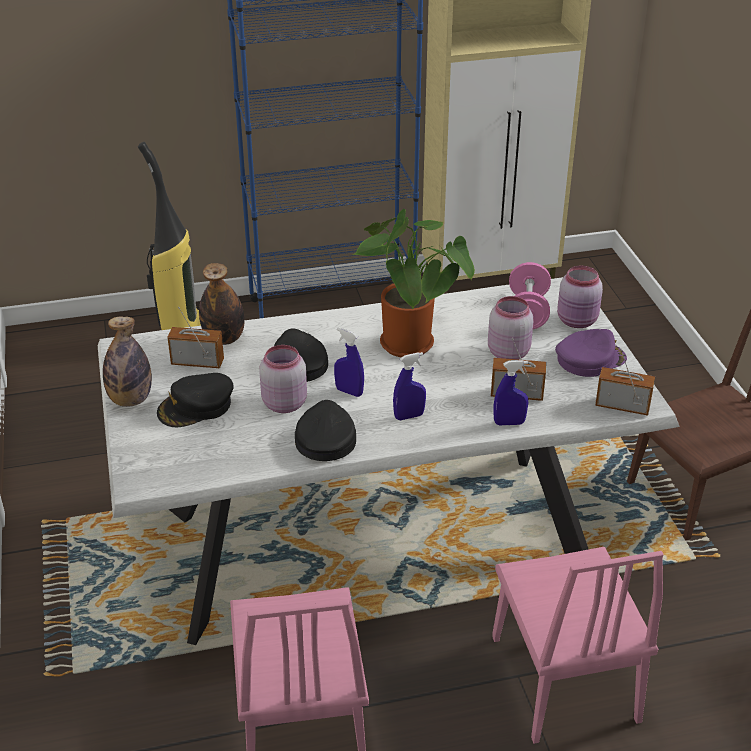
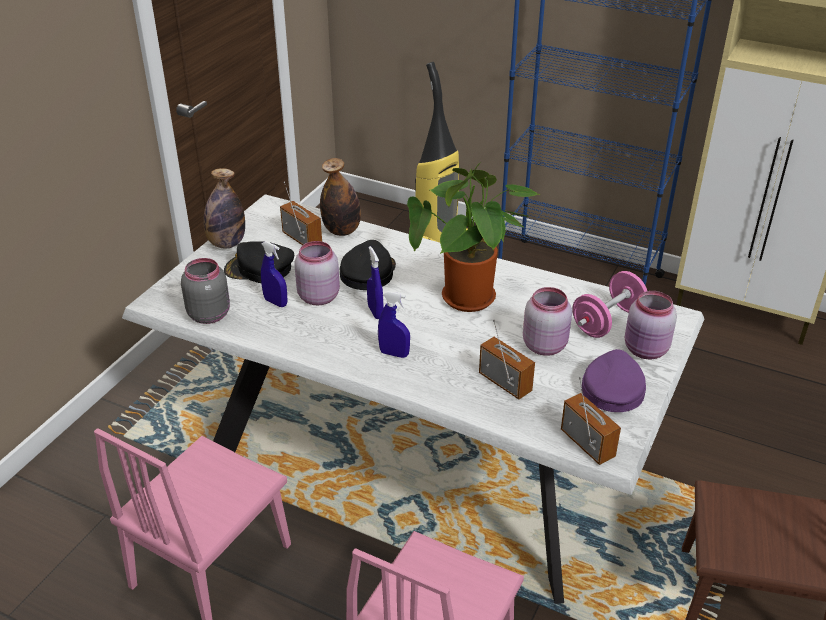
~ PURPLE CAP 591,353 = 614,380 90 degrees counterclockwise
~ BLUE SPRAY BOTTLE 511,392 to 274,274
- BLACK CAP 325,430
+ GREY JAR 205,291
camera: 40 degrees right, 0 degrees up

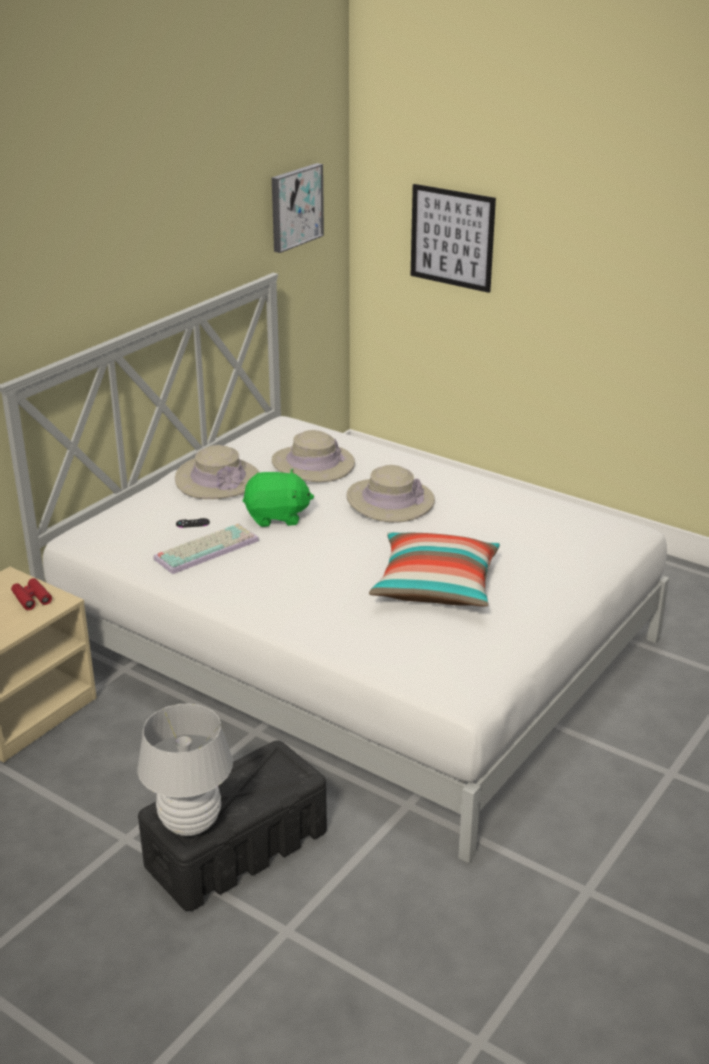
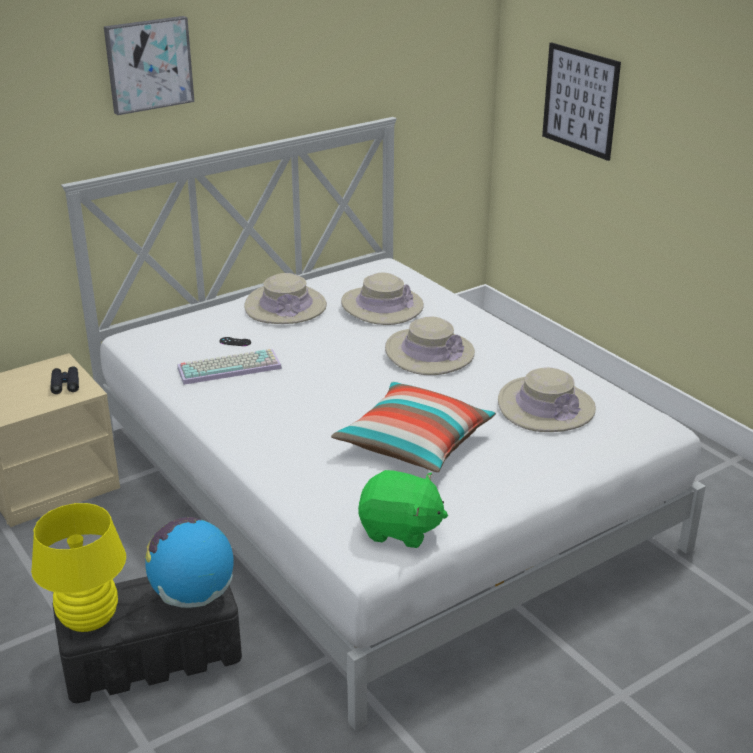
~ PICTURE 298,208 to 149,65
~ GREEN PLUSH TOY 278,498 to 403,509
~ RED BINOCULARS 31,594 to BLACK BINOCULARS 64,380
~ WHITE TABLE LAMP 185,770 to YELLOW TABLE LAMP 78,567
+ BEIGE HAT 547,399
+ GLOBE 189,562
camera: 20 degrees right, 0 degrees up

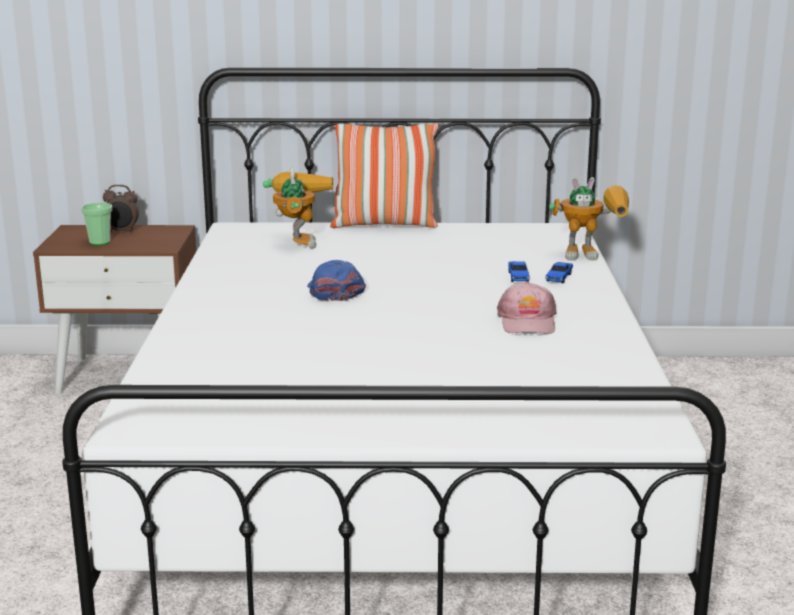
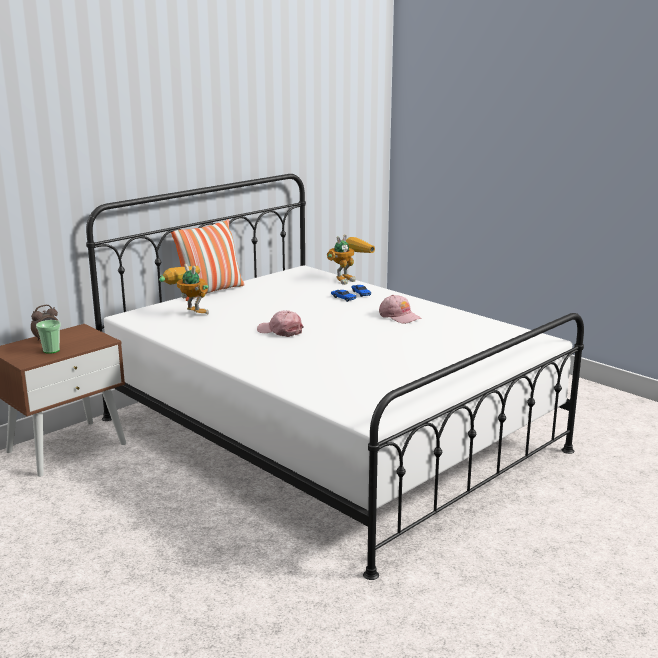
~ BLUE CAP 336,280 to PINK CAP 280,323
camera: 45 degrees left, 0 degrees up

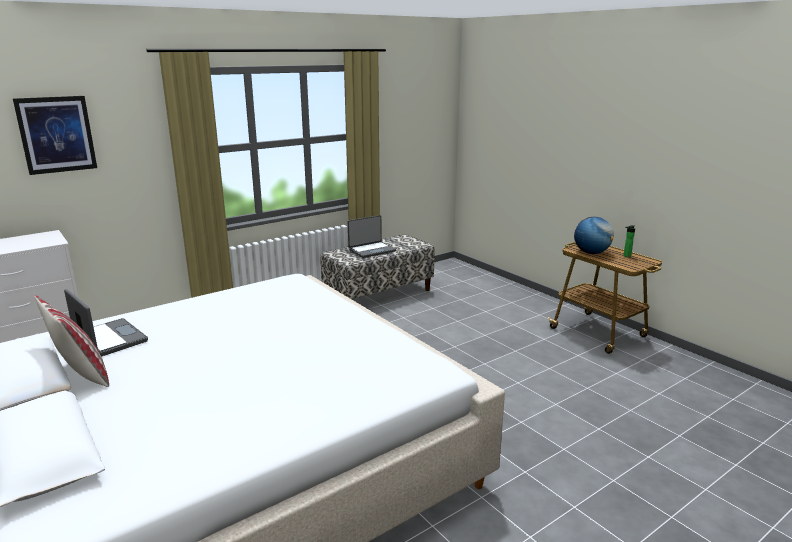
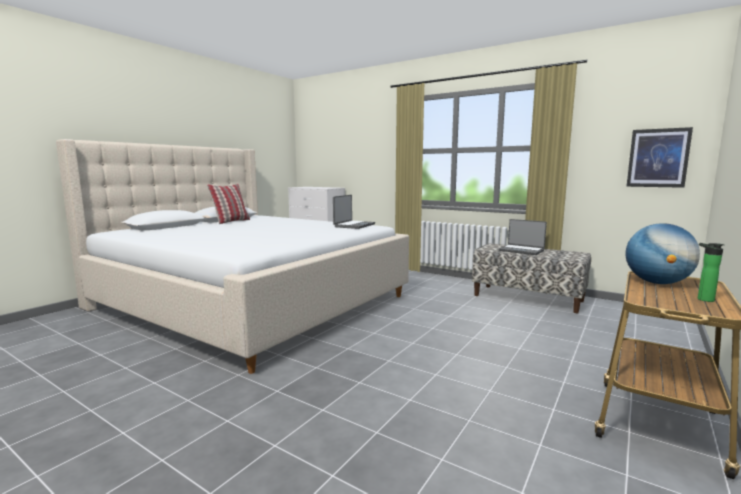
~ PICTURE 55,135 to 659,157
~ LAPTOP 106,323 to 354,212
camera: 70 degrees right, 10 degrees down

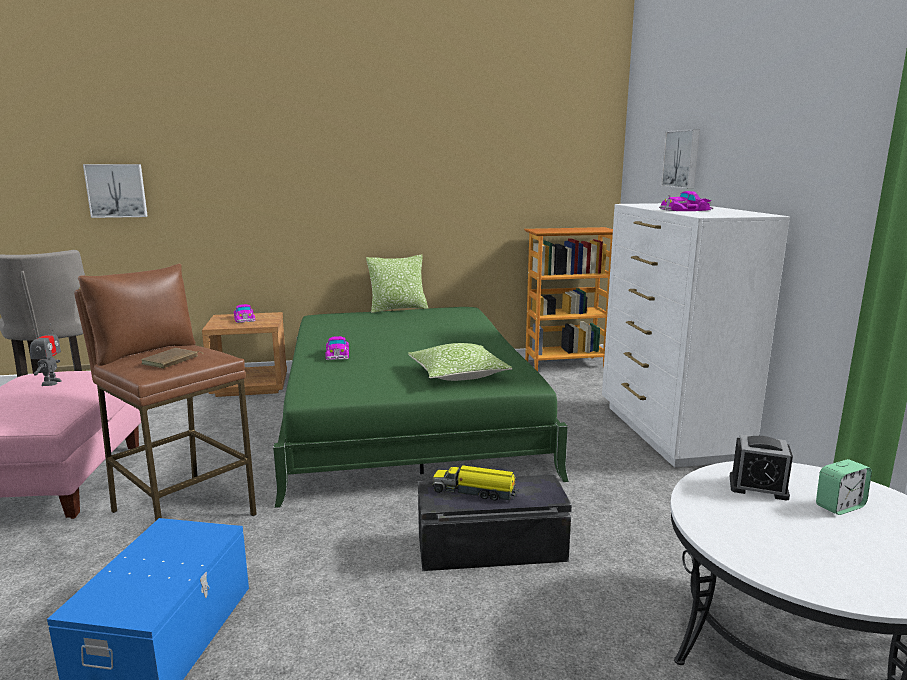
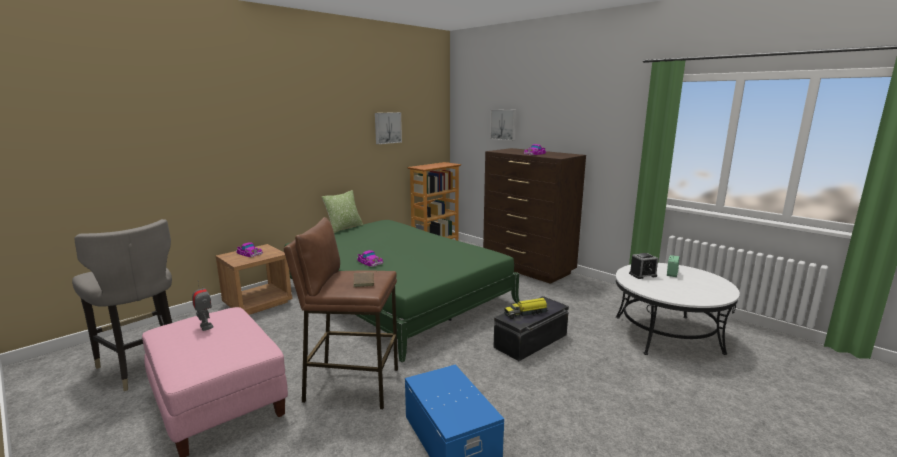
~ PICTURE 115,191 to 388,128
~ WHITE DRESSER 696,335 to BROWN DRESSER 534,216
- PILLOW 460,362
camera: 35 degrees left, 0 degrees up

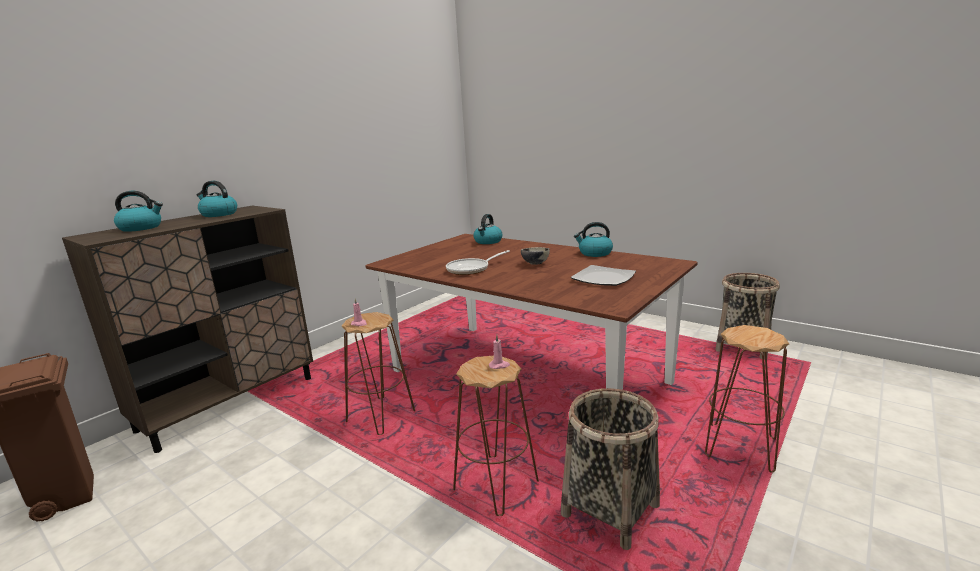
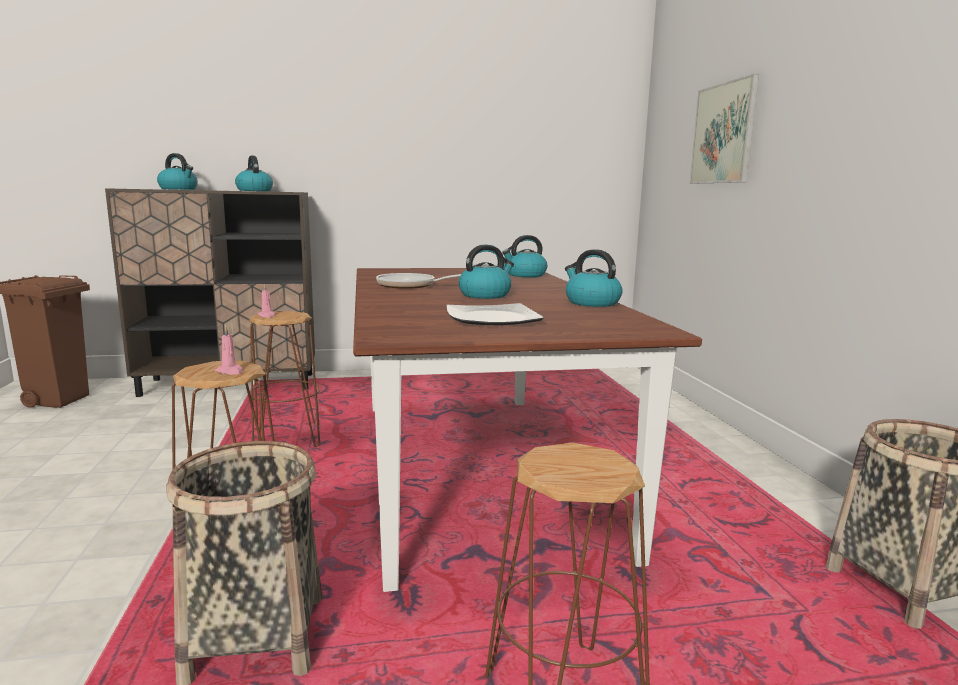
~ BOWL 535,256 to KETTLE 486,271
+ PICTURE 724,129
camera: 40 degrees right, 5 degrees down

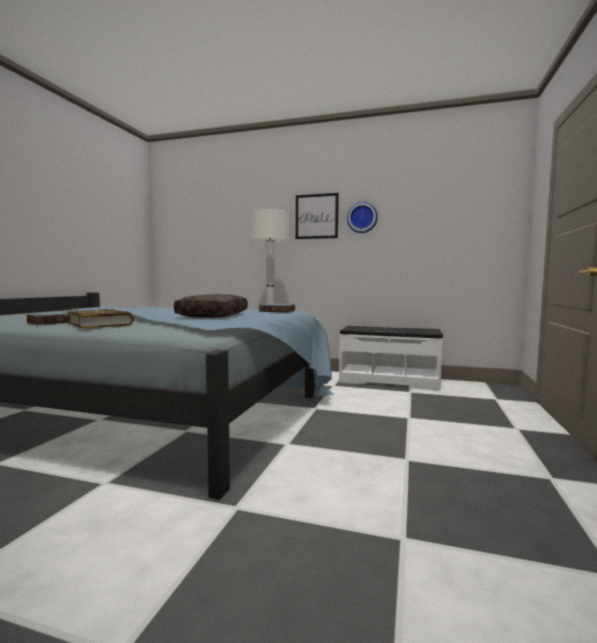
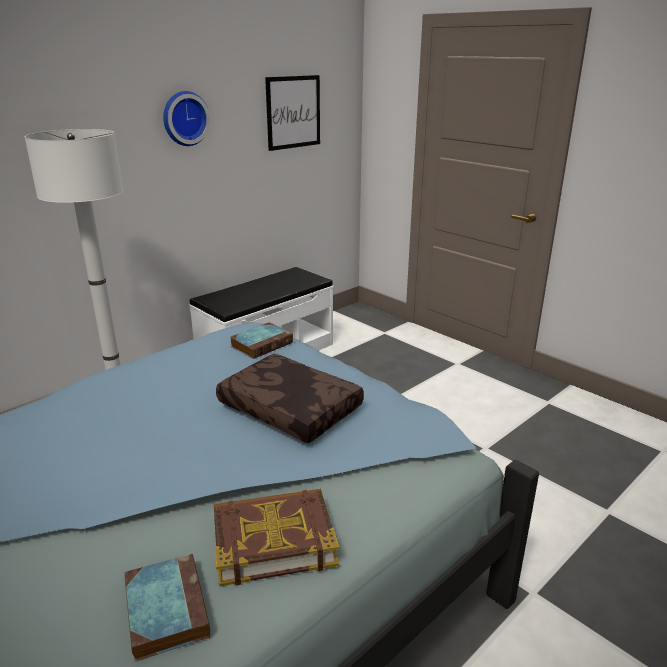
~ PICTURE 317,216 to 292,113
camera: 60 degrees left, 20 degrees up

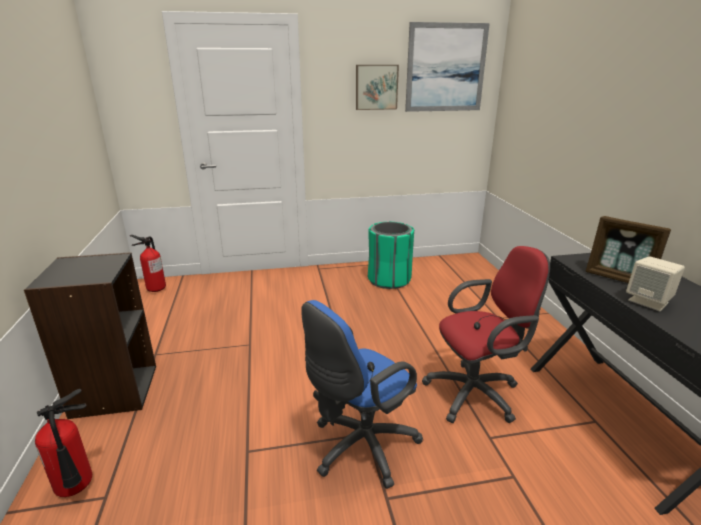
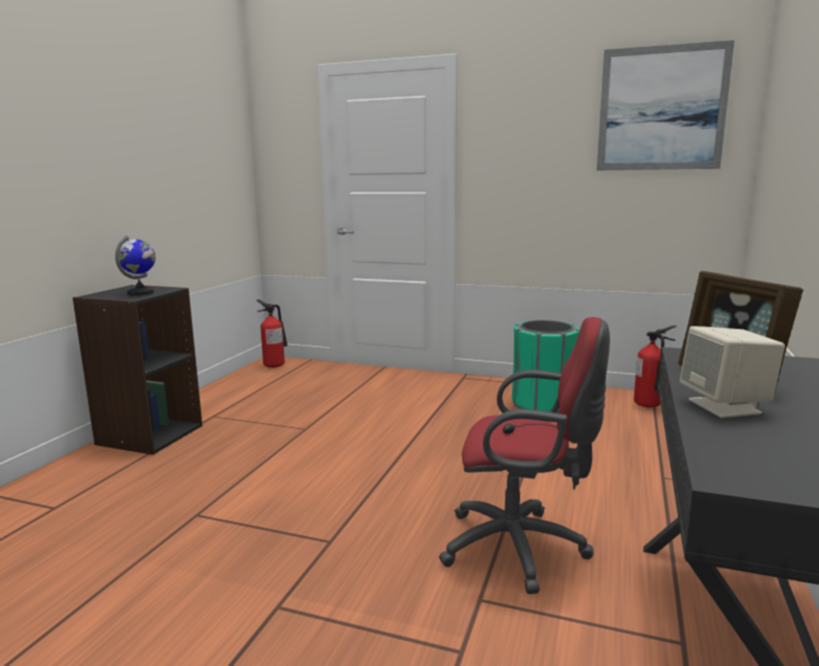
- PICTURE 377,87
- BLUE OFFICE CHAIR 362,394
~ FIRE EXTINGUISHER 63,443 to 655,366
+ GLOBE 135,265
camera: 30 degrees right, 10 degrees down

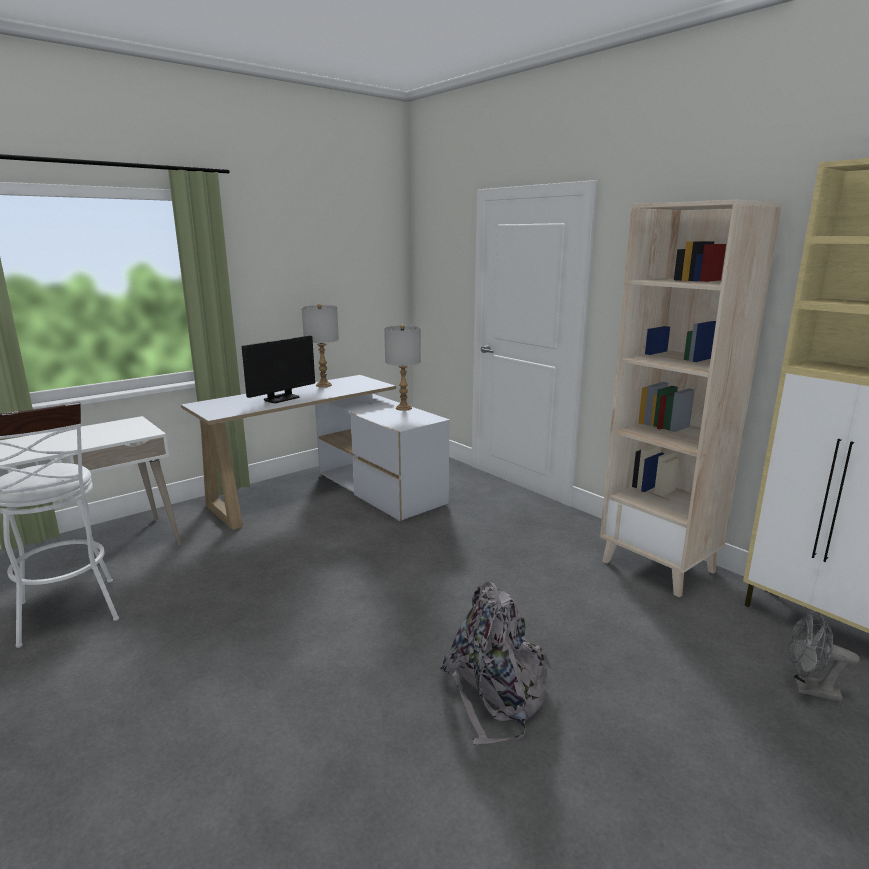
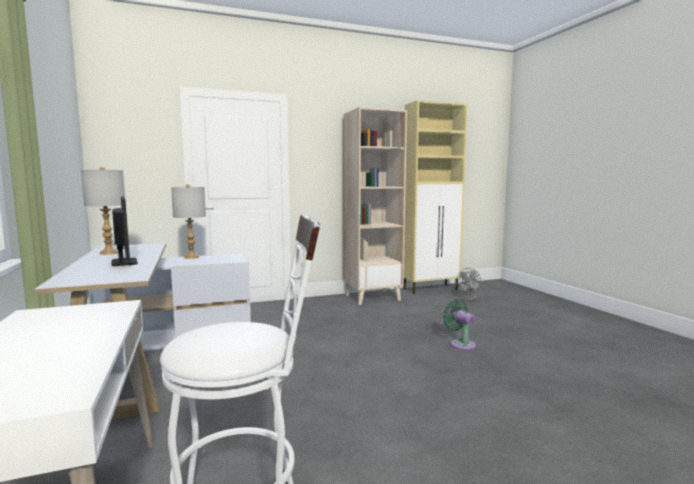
~ GREY BACKPACK 496,663 to GREEN FAN 459,324
camera: 70 degrees left, 10 degrees down

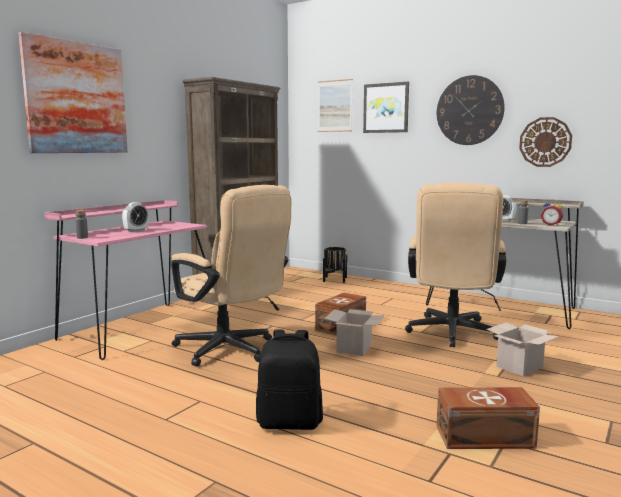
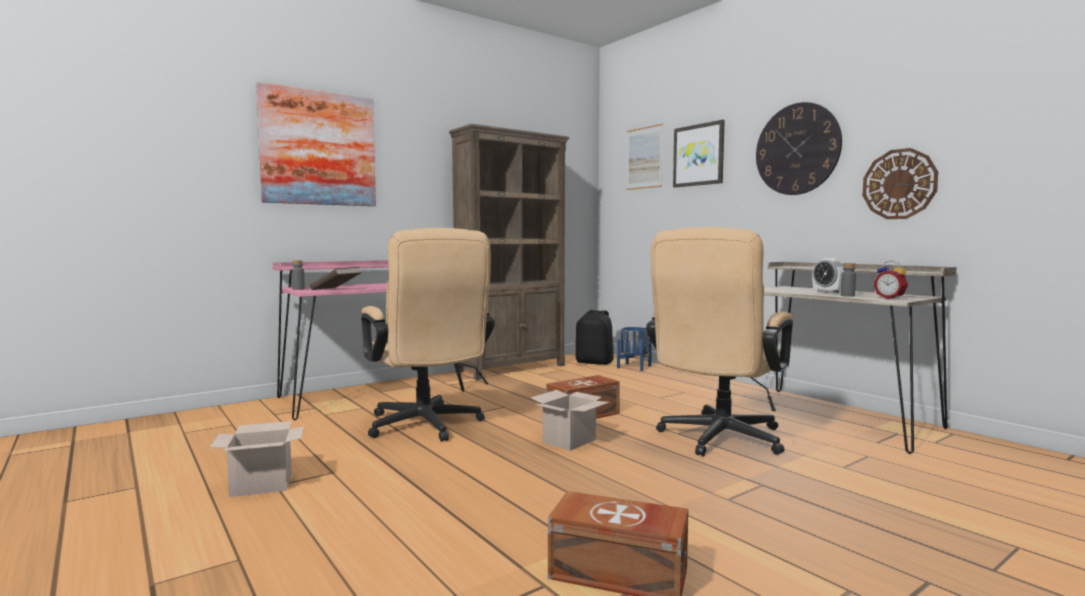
- ALARM CLOCK 135,217
~ BLACK PLANTER 335,265 to BLUE PLANTER 634,349
~ CARDBOARD BOX 523,349 to 257,459
~ BLACK BACKPACK 289,380 to 594,337
+ BROWN BOOK 336,278
camera: 20 degrees right, 5 degrees down

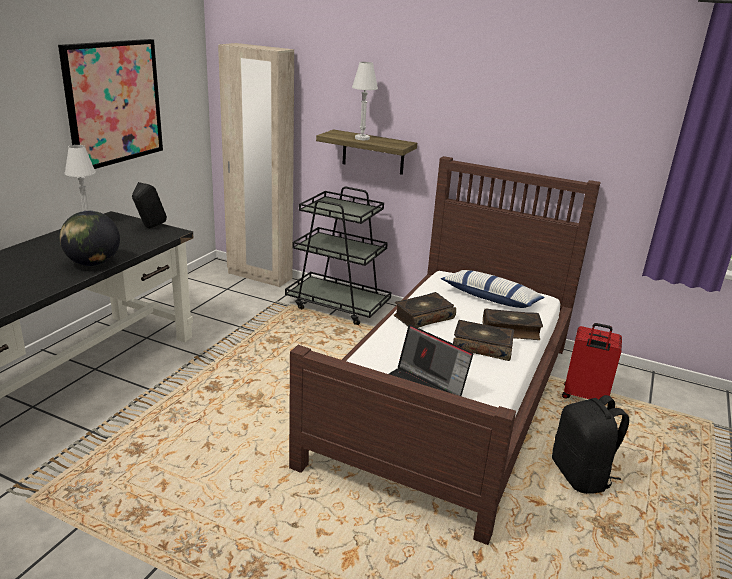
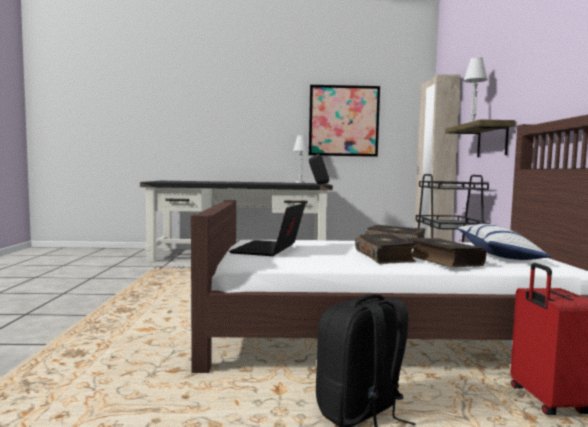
- GLOBE 90,238
camera: 65 degrees right, 20 degrees down

